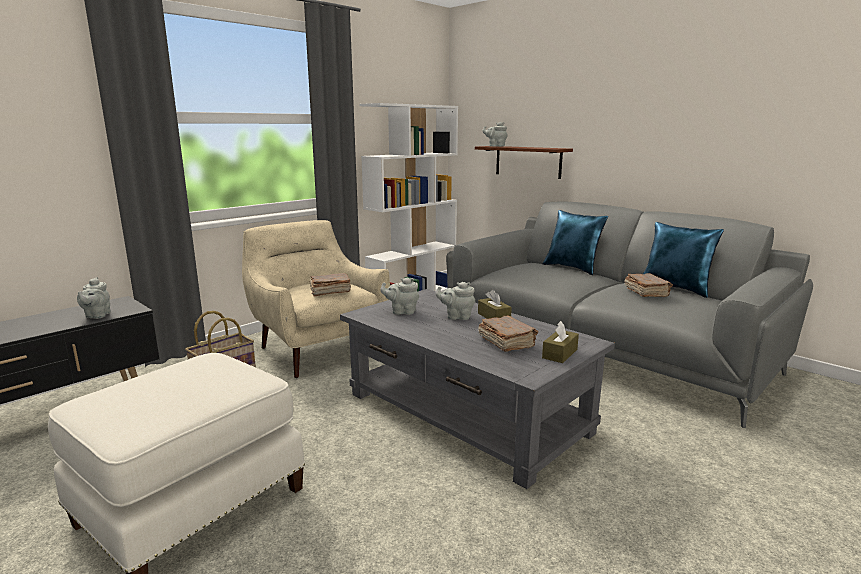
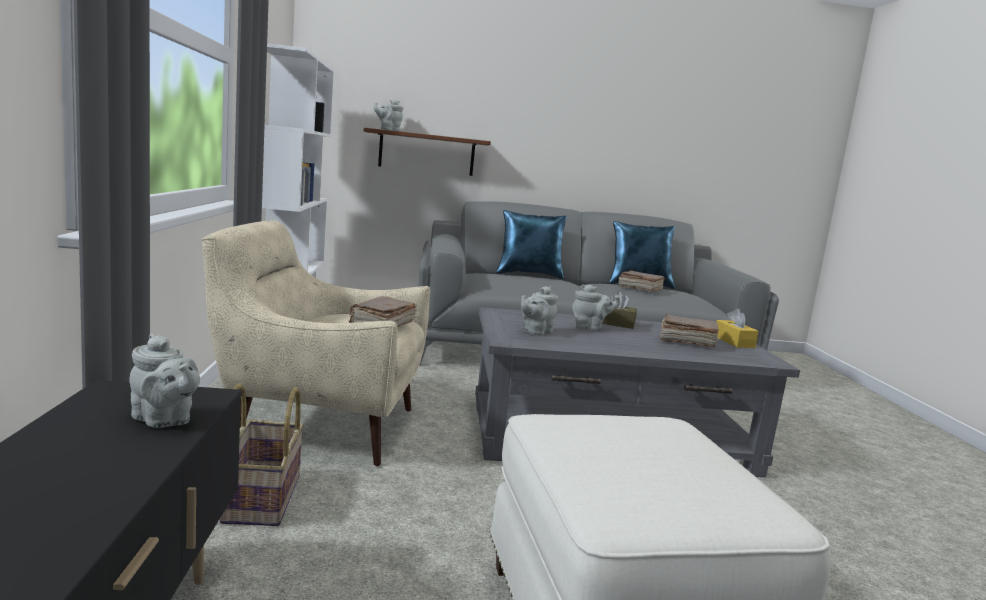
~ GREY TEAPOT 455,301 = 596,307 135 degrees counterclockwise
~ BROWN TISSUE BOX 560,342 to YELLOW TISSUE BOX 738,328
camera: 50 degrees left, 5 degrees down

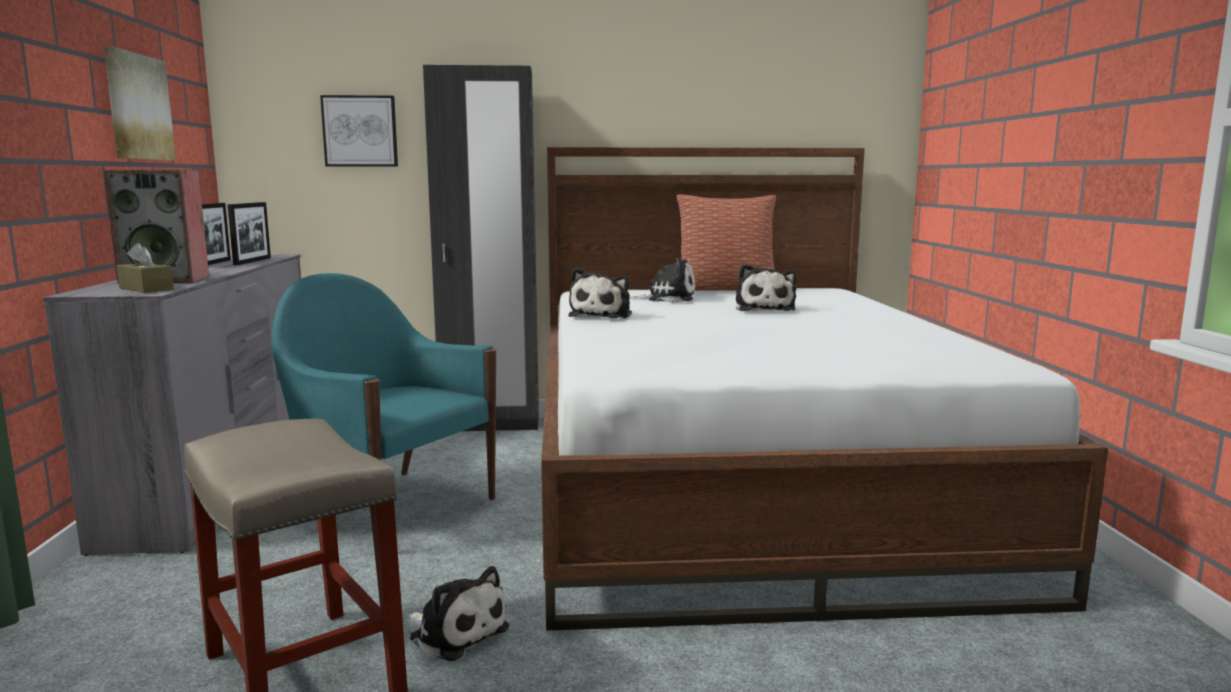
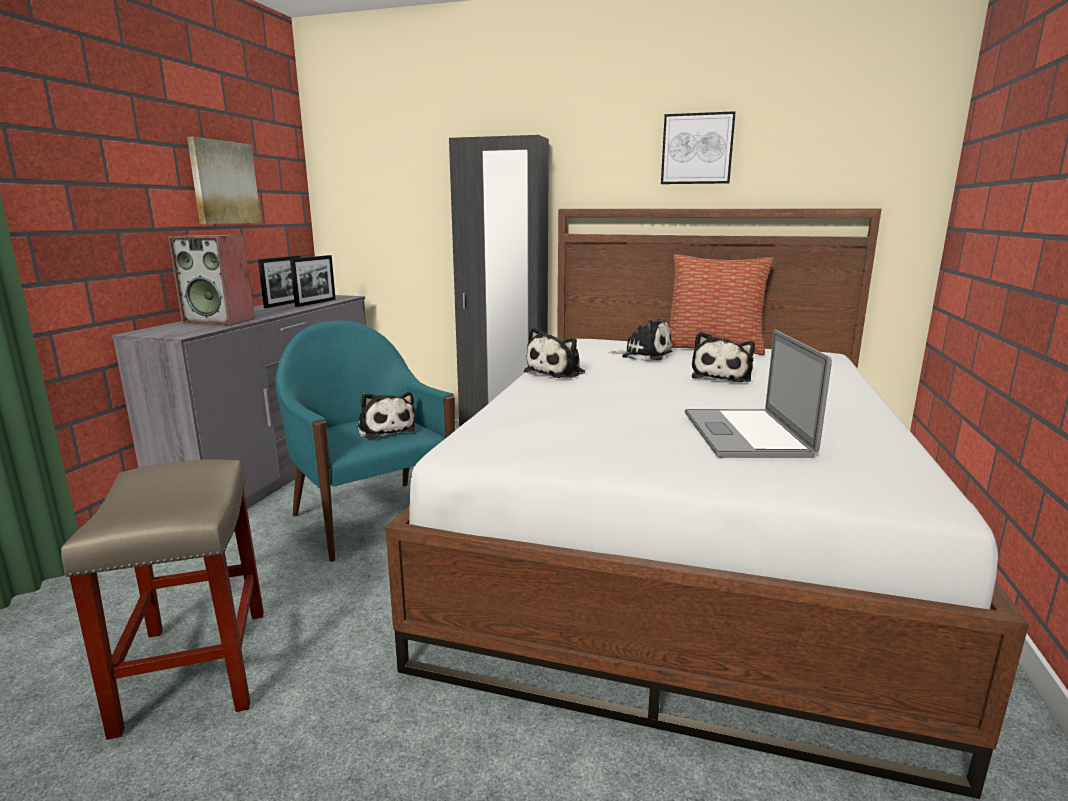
~ PICTURE 359,131 to 698,147
- BROWN TISSUE BOX 145,268
~ PLUSH TOY 459,613 to 386,416
+ LAPTOP 758,394
camera: 20 degrees right, 5 degrees up

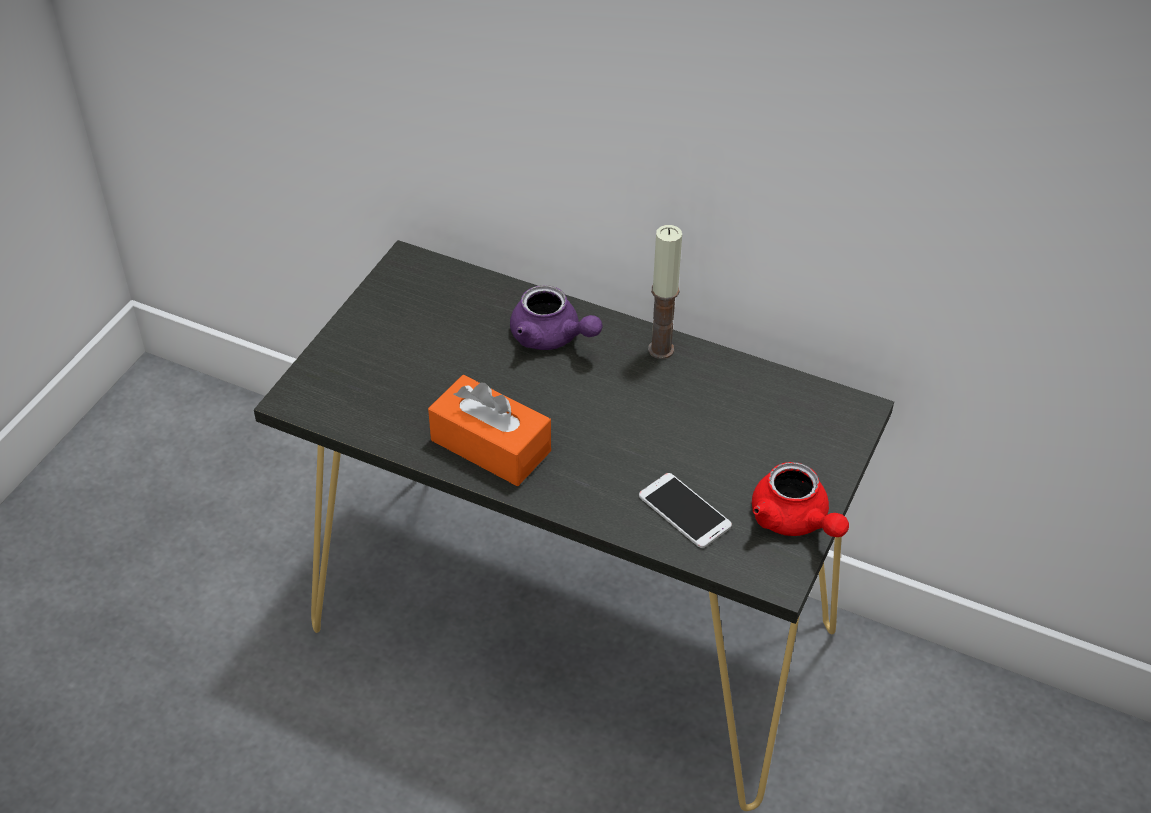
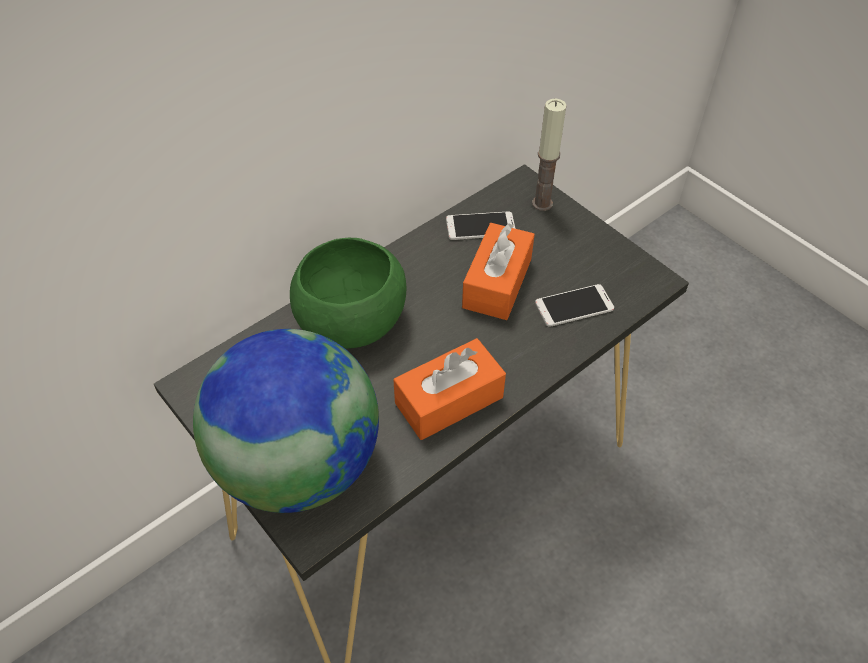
~ CANDLE 665,292 to 549,154
~ PURPLE TEAPOT 556,317 to GREEN BOWL 348,293
- RED TEAPOT 800,499
+ PHONE 481,225
+ ORANGE TISSUE BOX 498,271
+ GLOBE 286,421
camera: 65 degrees left, 5 degrees up

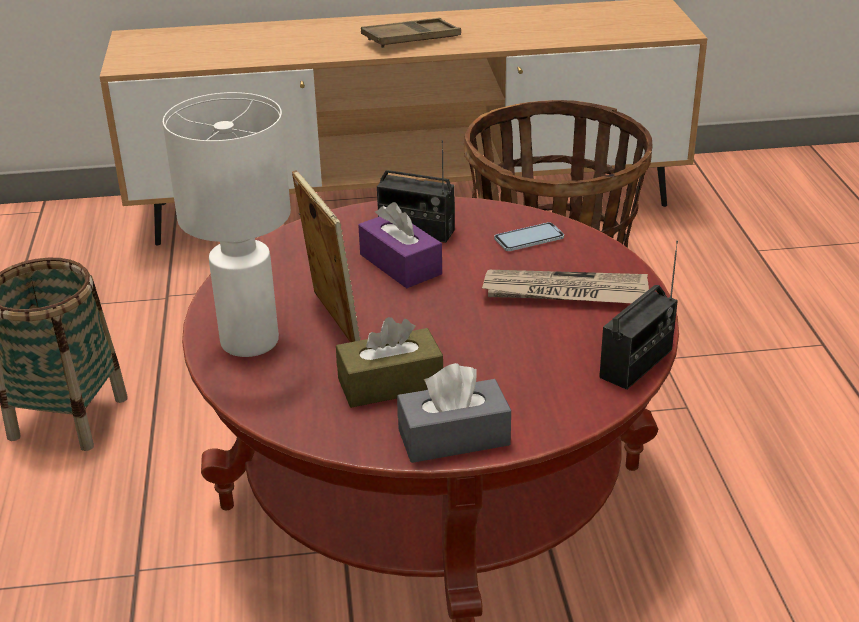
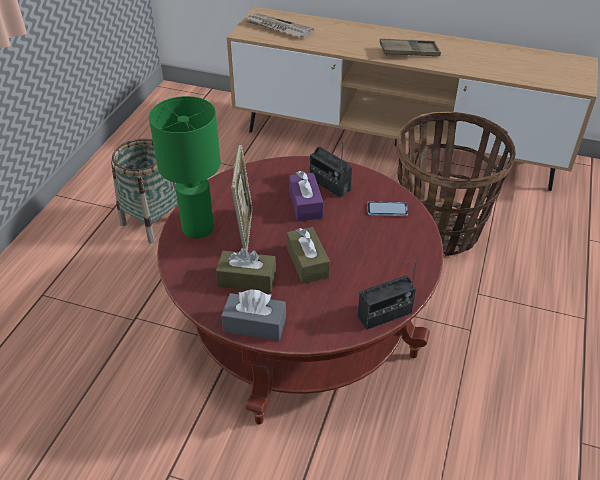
~ WHITE TABLE LAMP 227,224 to GREEN TABLE LAMP 185,167
~ NEWSPAPER 565,286 to 279,25
+ BROWN TISSUE BOX 308,255
camera: 25 degrees right, 10 degrees up

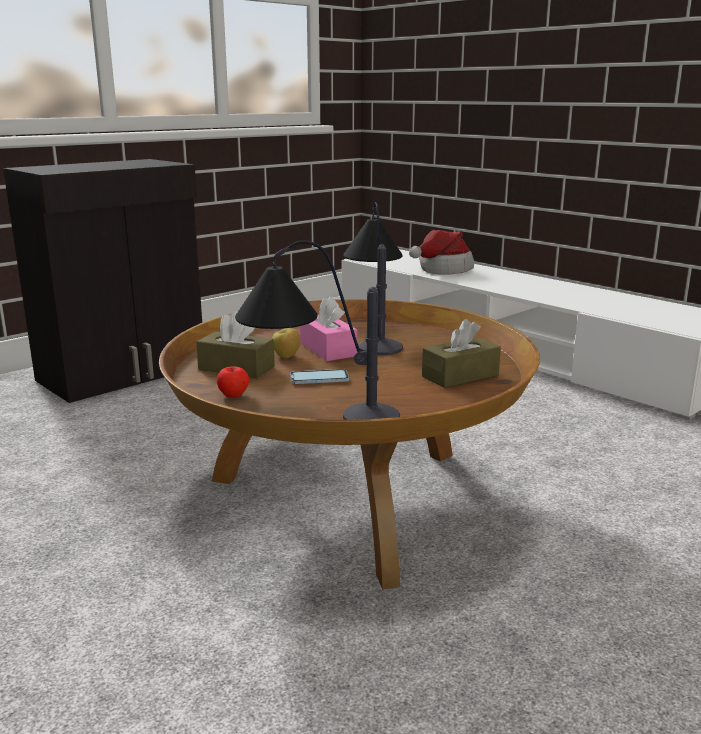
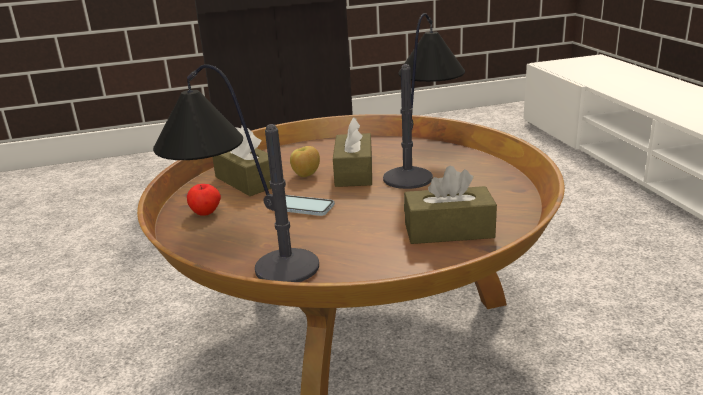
- HAT 441,252
~ PINK TISSUE BOX 328,329 to BROWN TISSUE BOX 352,152
camera: 30 degrees right, 5 degrees up

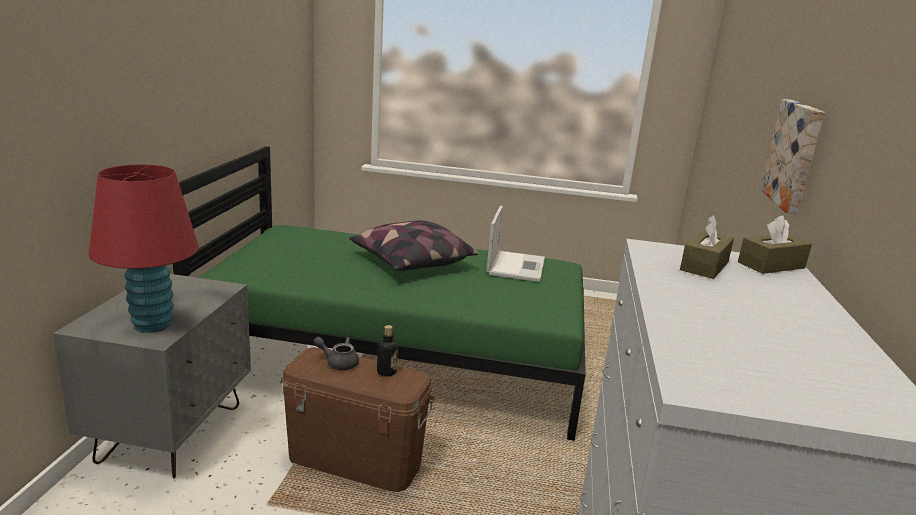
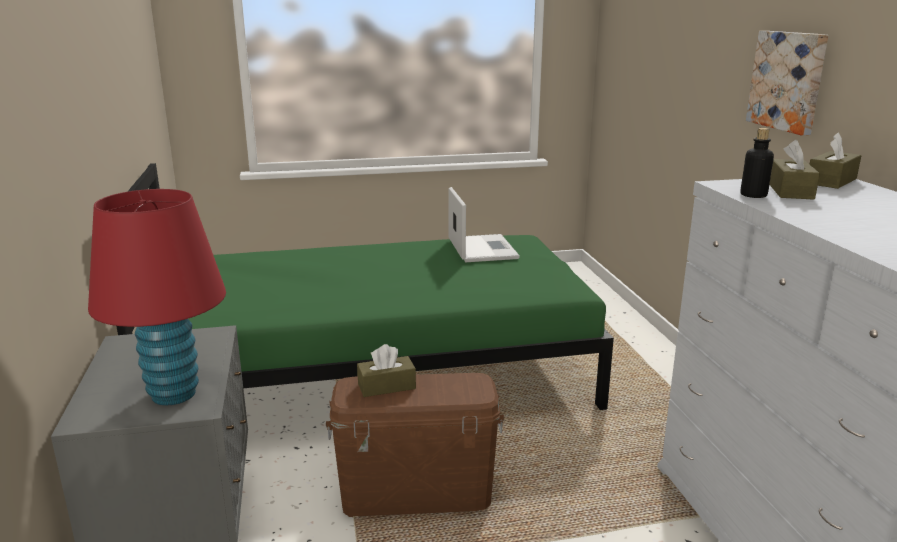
- PILLOW 413,245
~ BOTTLE 387,350 to 757,163
~ GREY TEAPOT 336,353 to BROWN TISSUE BOX 386,370
camera: 20 degrees left, 0 degrees up

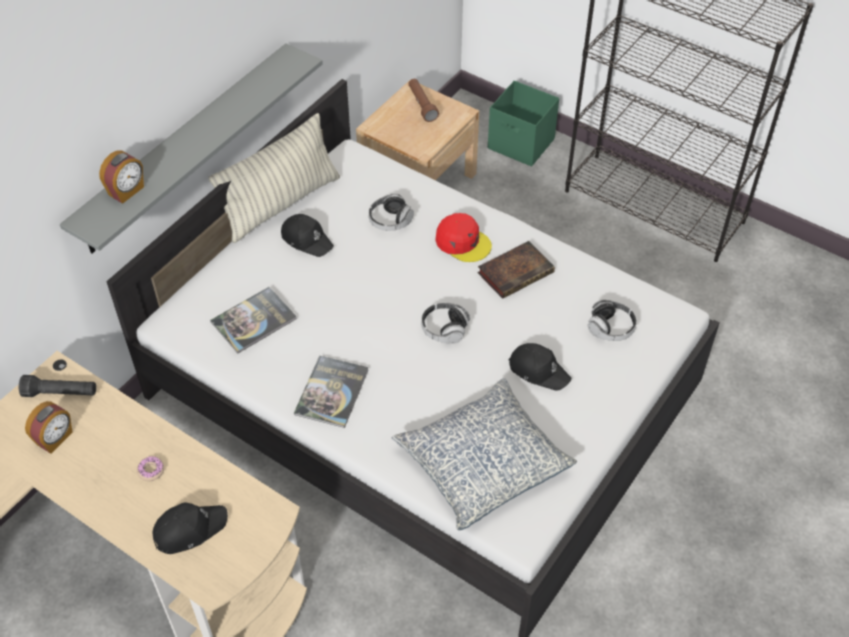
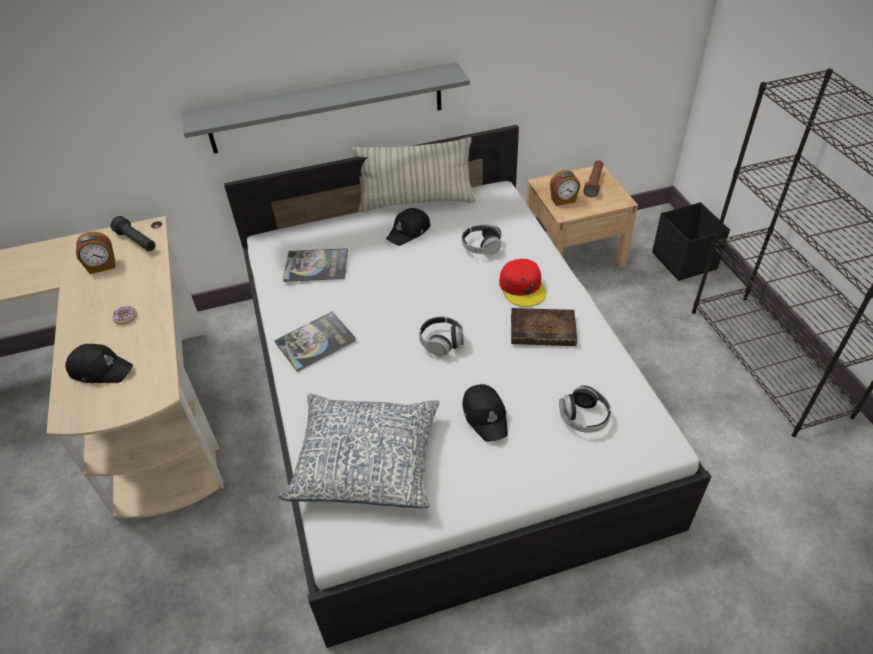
~ GREEN STORAGE BOX 523,124 to BLACK STORAGE BOX 691,241
~ ALARM CLOCK 121,177 to 565,188
~ BLACK CAP 307,235 = 408,227 60 degrees clockwise
camera: 40 degrees right, 5 degrees down

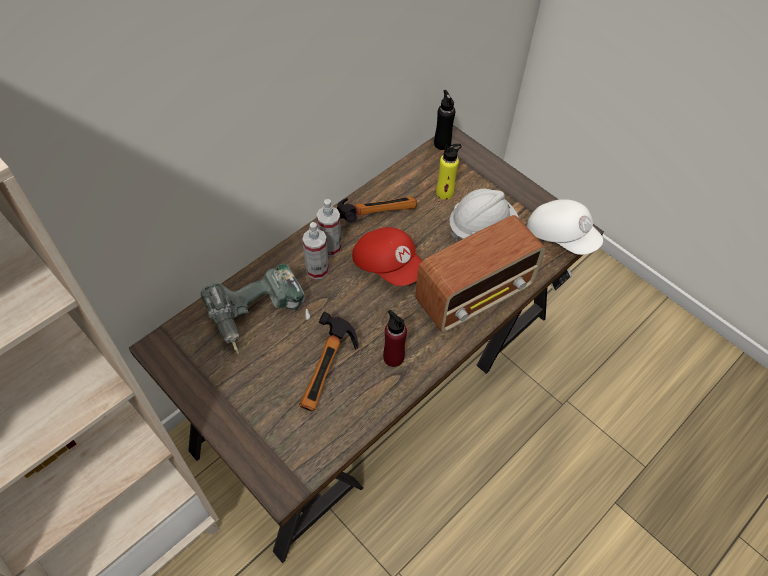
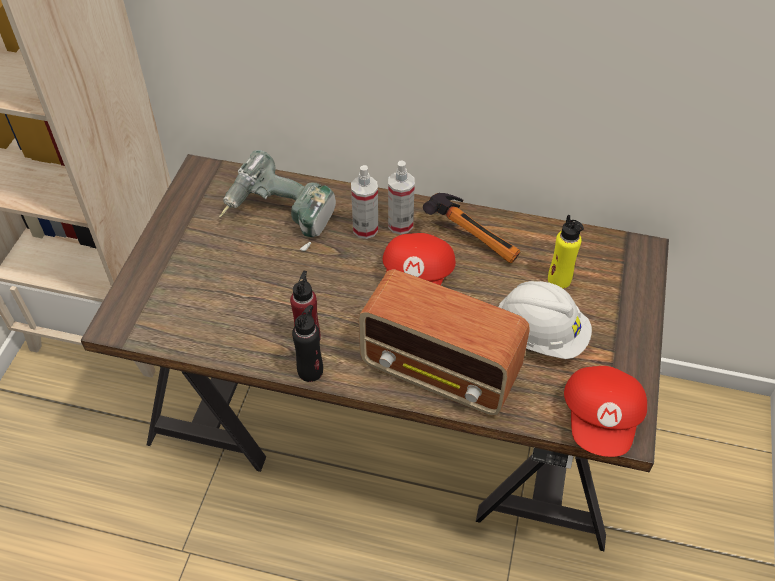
~ BLACK BOTTLE 445,120 to 307,343
~ WHITE CAP 565,227 to RED CAP 605,411
- HAMMER 328,361
camera: 60 degrees right, 5 degrees down

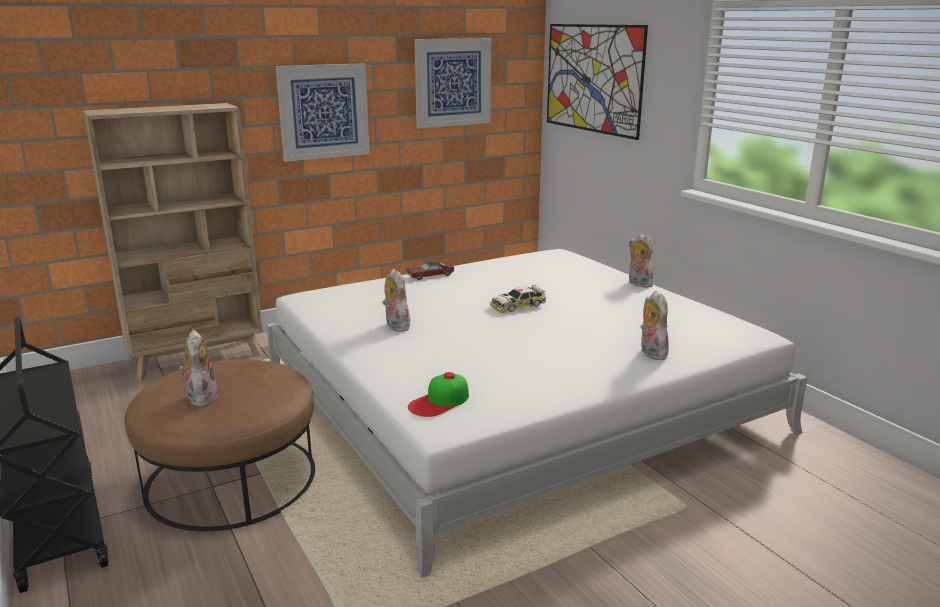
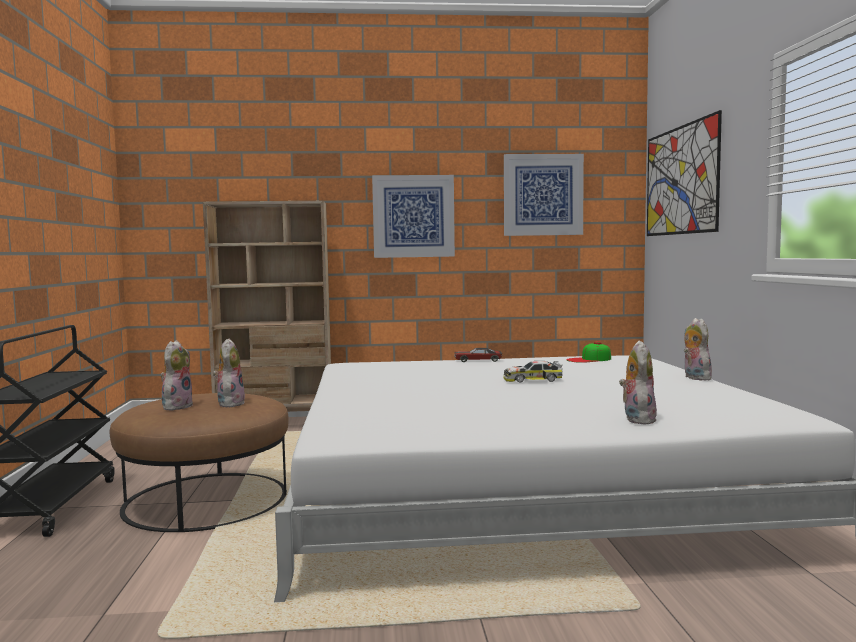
~ PLUSH TOY 396,300 to 229,373
~ CAP 438,394 to 588,352
camera: 25 degrees right, 15 degrees down

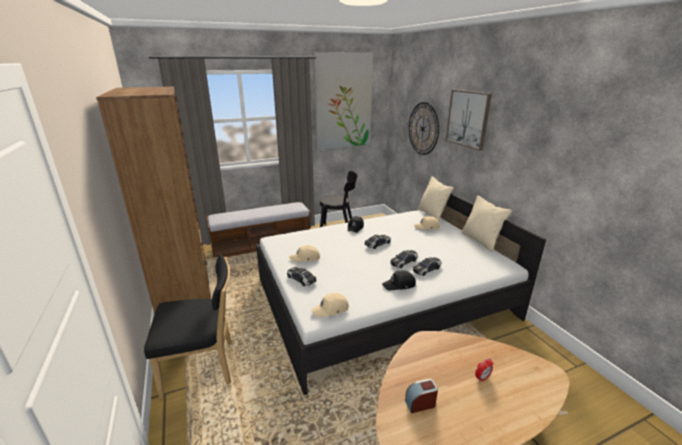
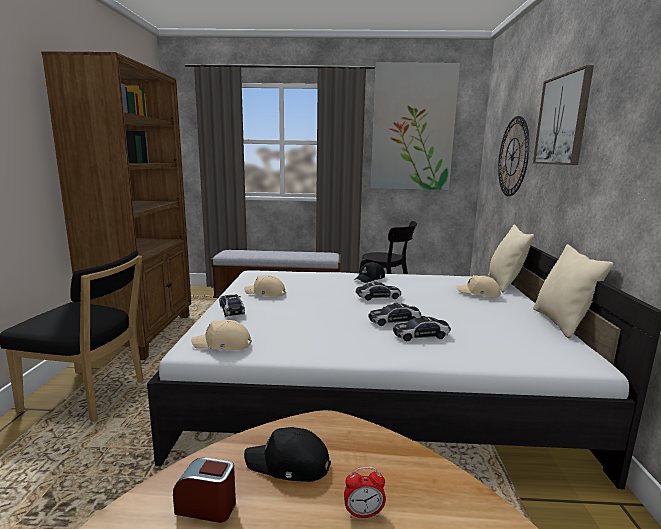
~ BLACK CAP 399,280 to 287,454
camera: 25 degrees right, 10 degrees down

